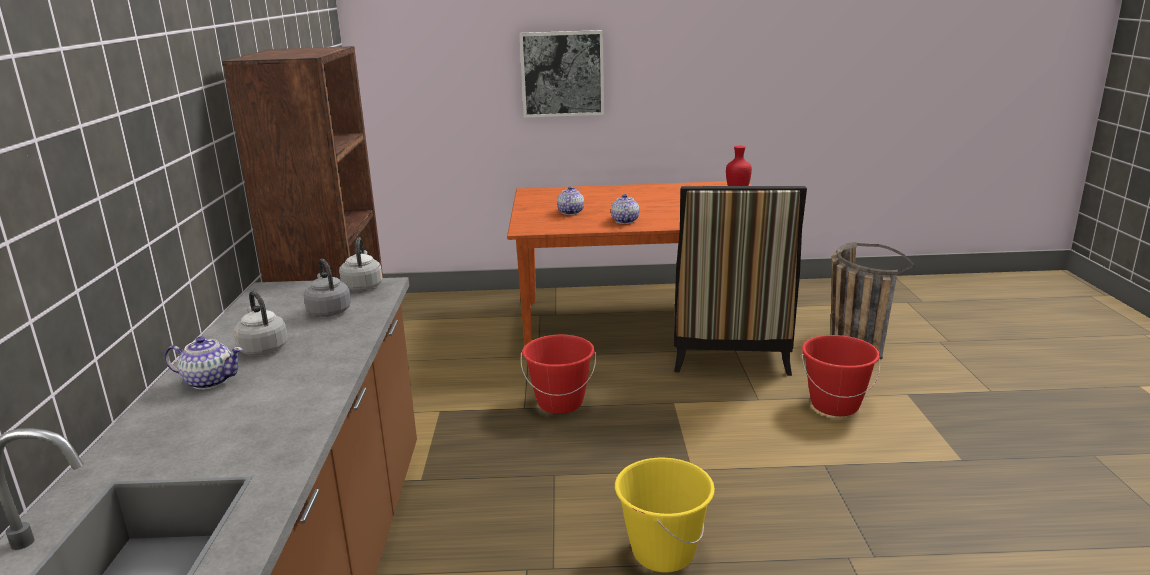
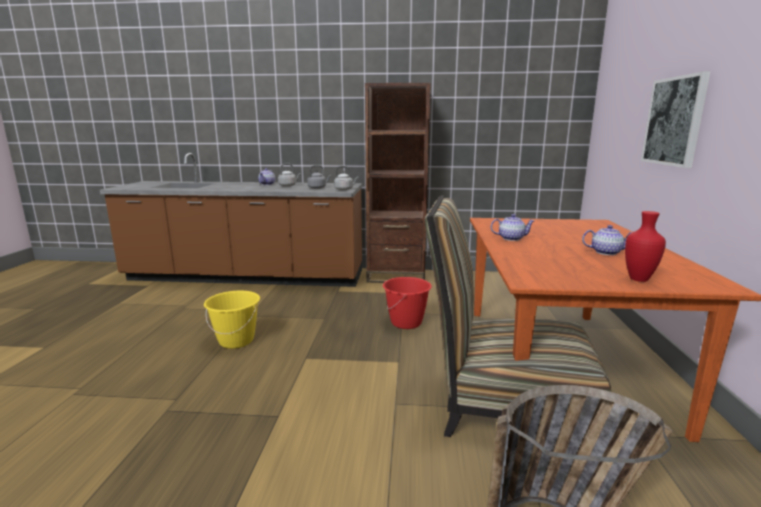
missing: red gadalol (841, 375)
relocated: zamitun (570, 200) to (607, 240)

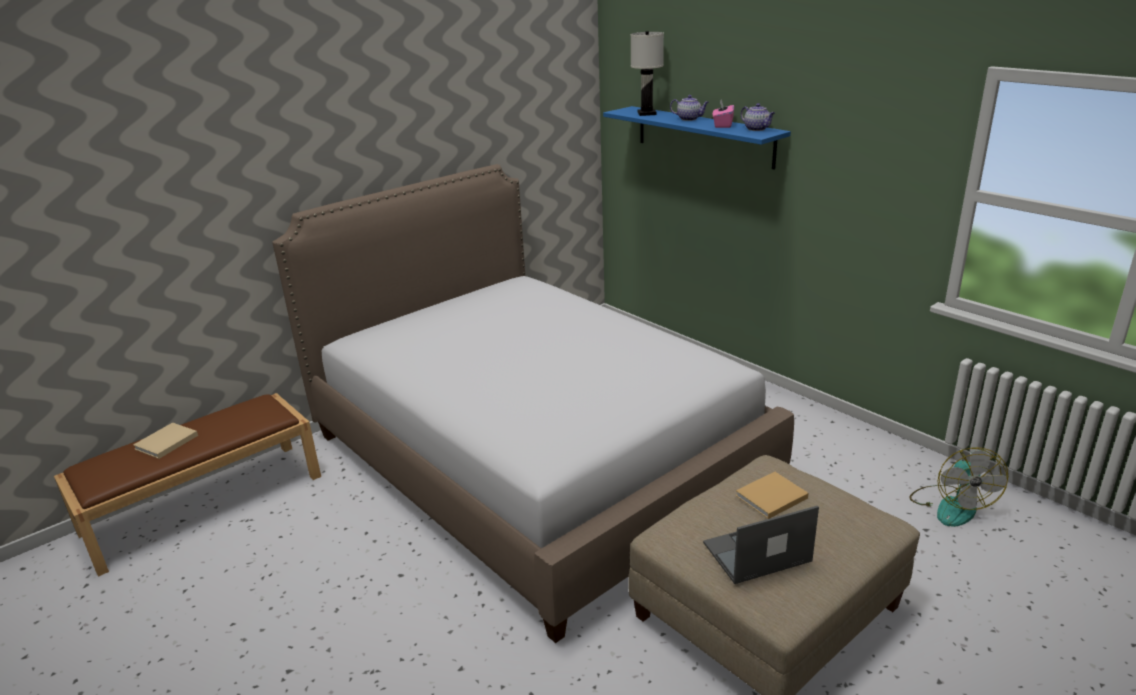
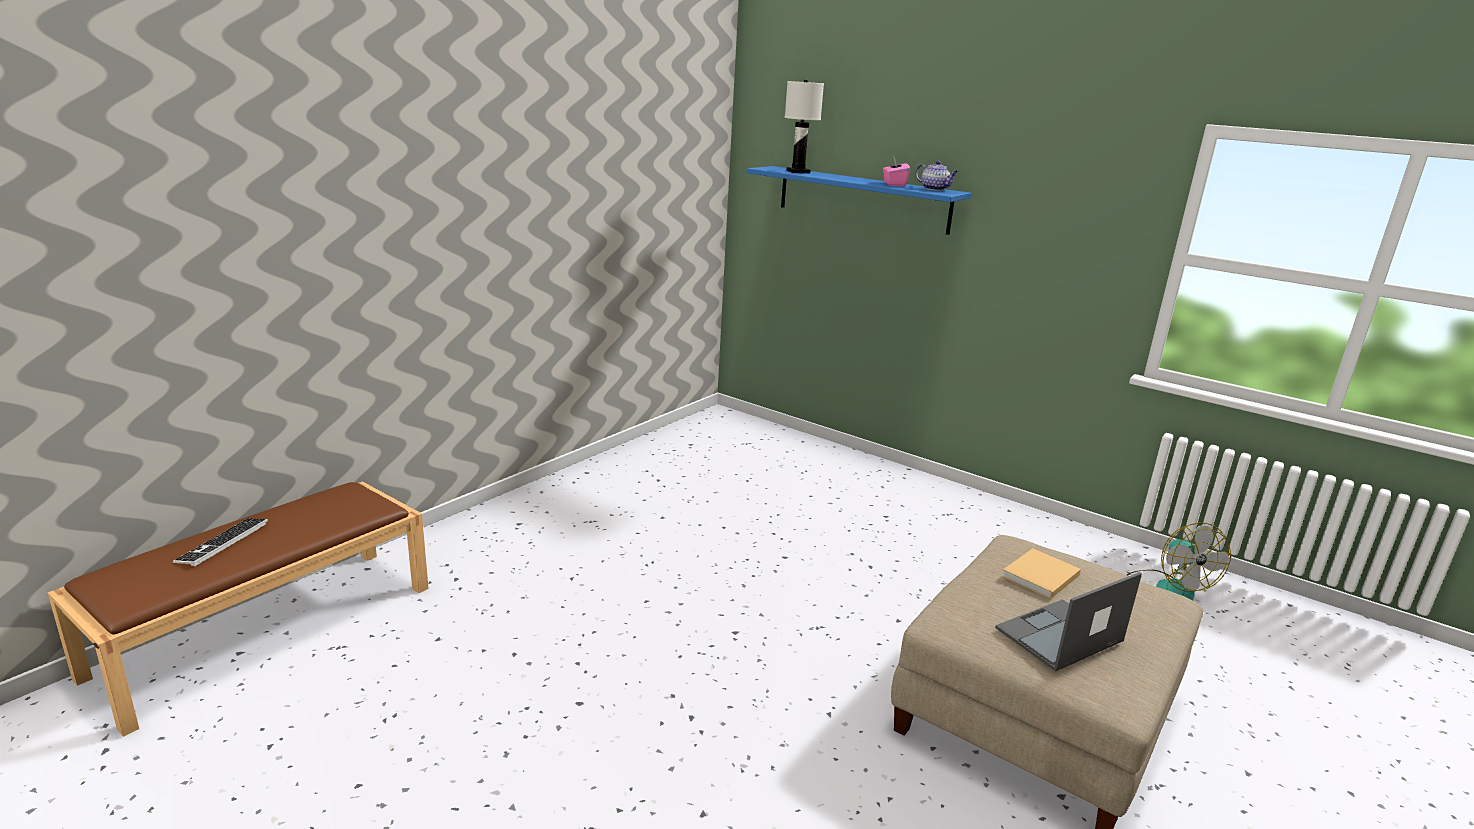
missing: zamitun (689, 108); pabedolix (533, 403)
exchanged: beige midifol (165, 440) to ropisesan (220, 542)

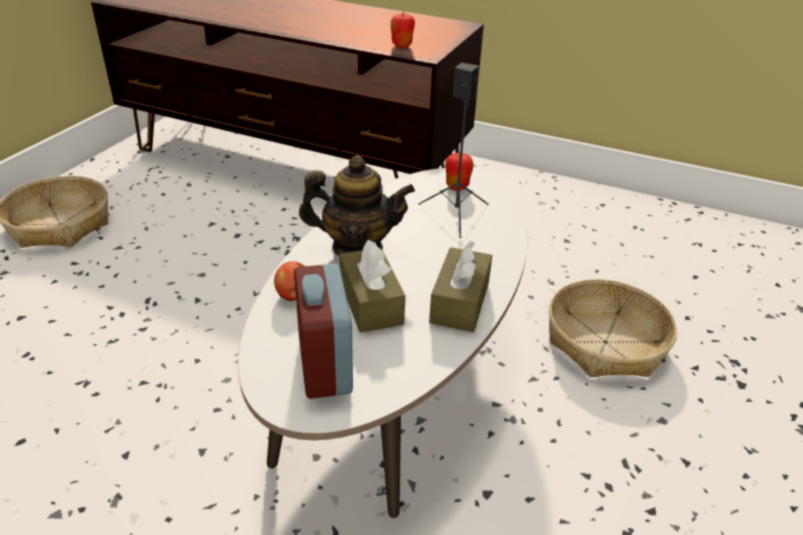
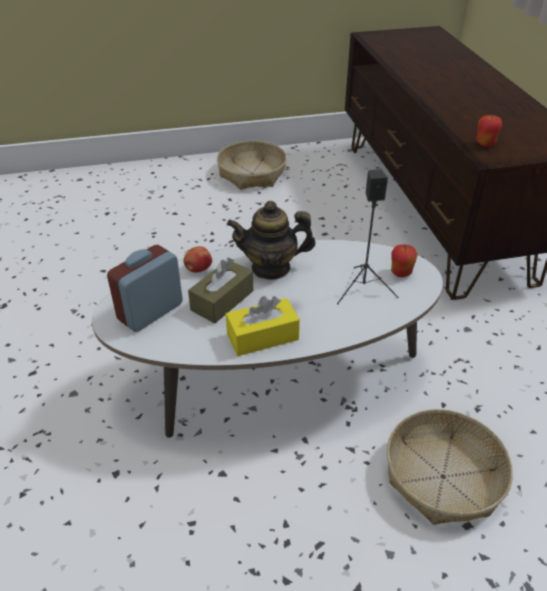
colour: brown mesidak (460, 286) to yellow mesidak (263, 326)
spun: zamitun (357, 205) = (271, 240) 120 degrees clockwise

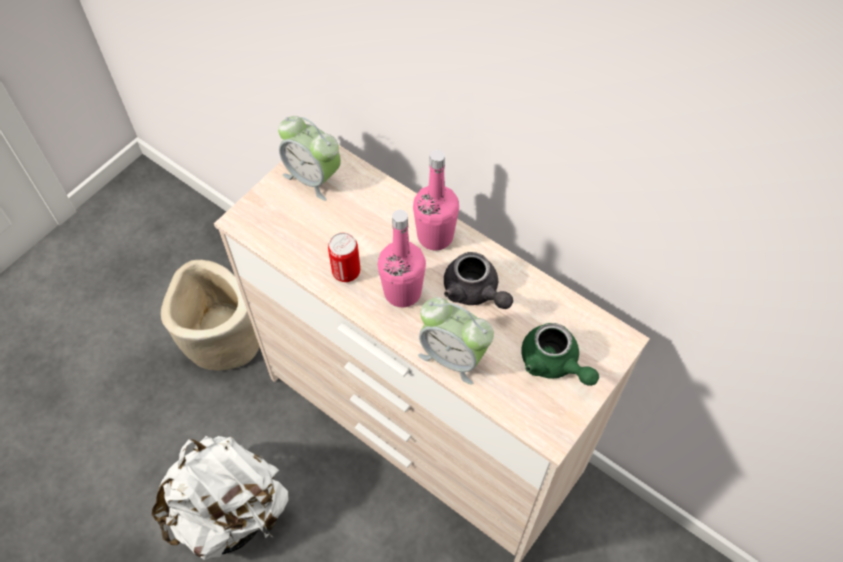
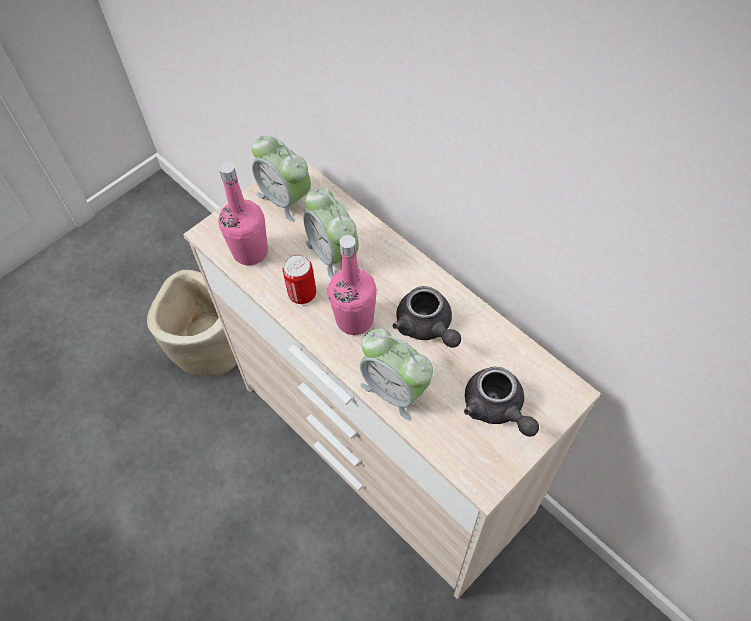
missing: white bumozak (220, 498)
appeared: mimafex (331, 233)
relocated: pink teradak (436, 200) to (243, 213)
colour: green zamitun (560, 354) to grey zamitun (501, 402)

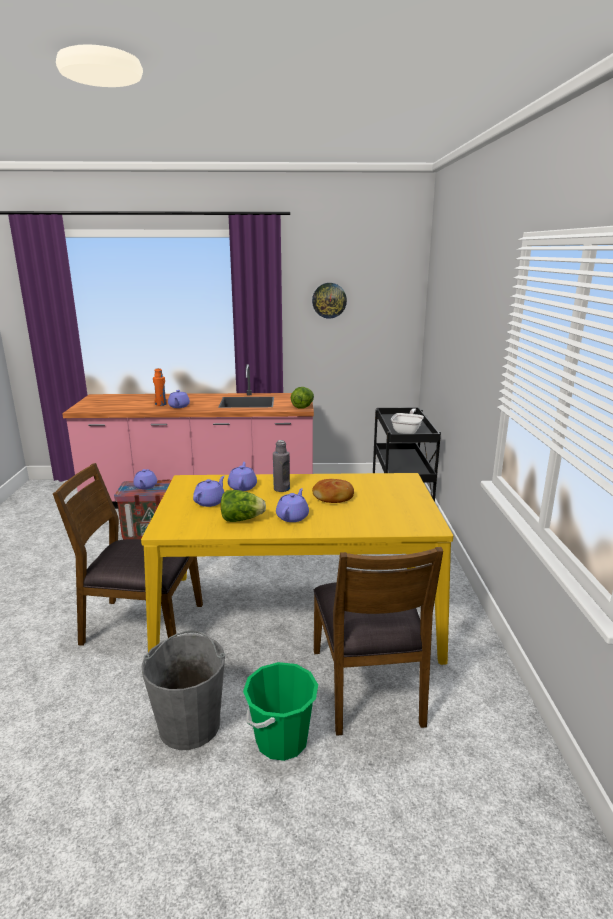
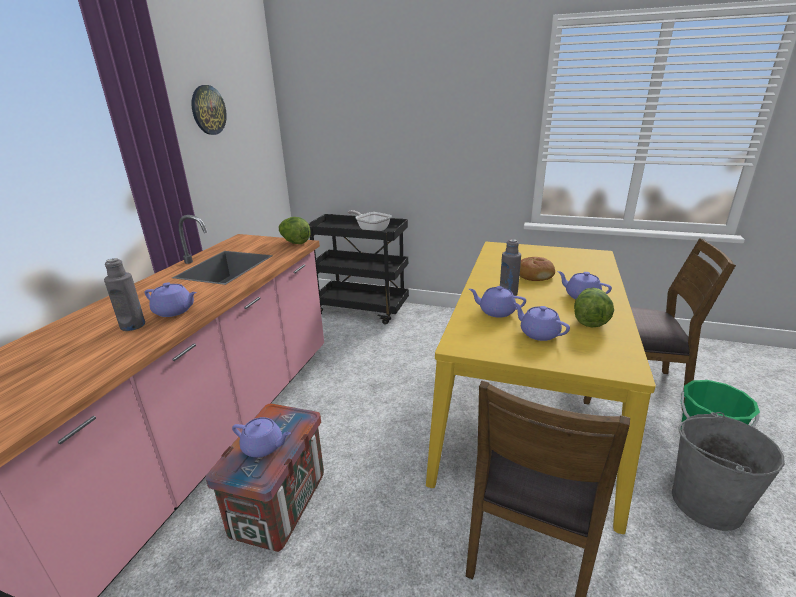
colour: orange teradak (160, 387) to grey teradak (124, 294)

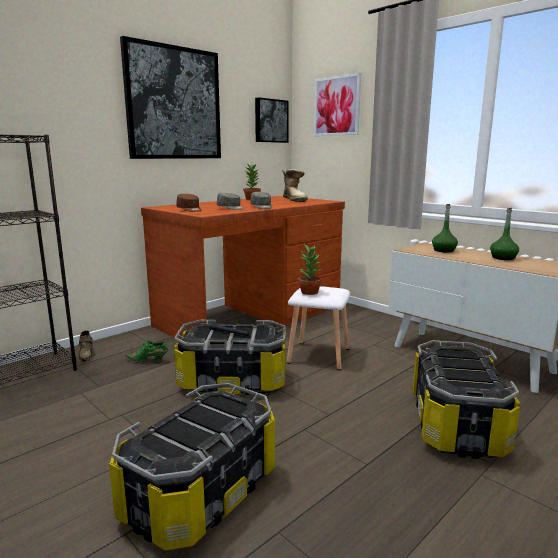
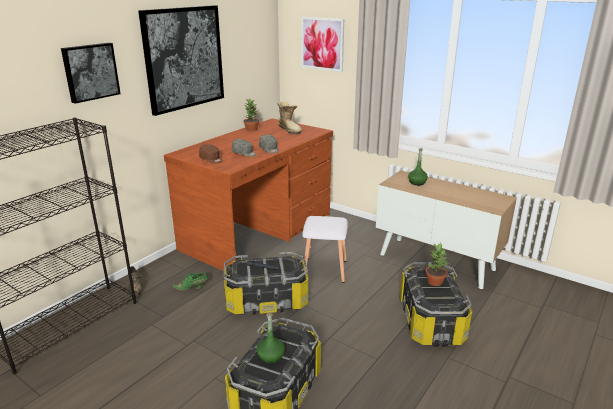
relocated: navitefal (272, 120) to (91, 73); green teradak (504, 234) to (271, 338); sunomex (310, 269) to (436, 264)

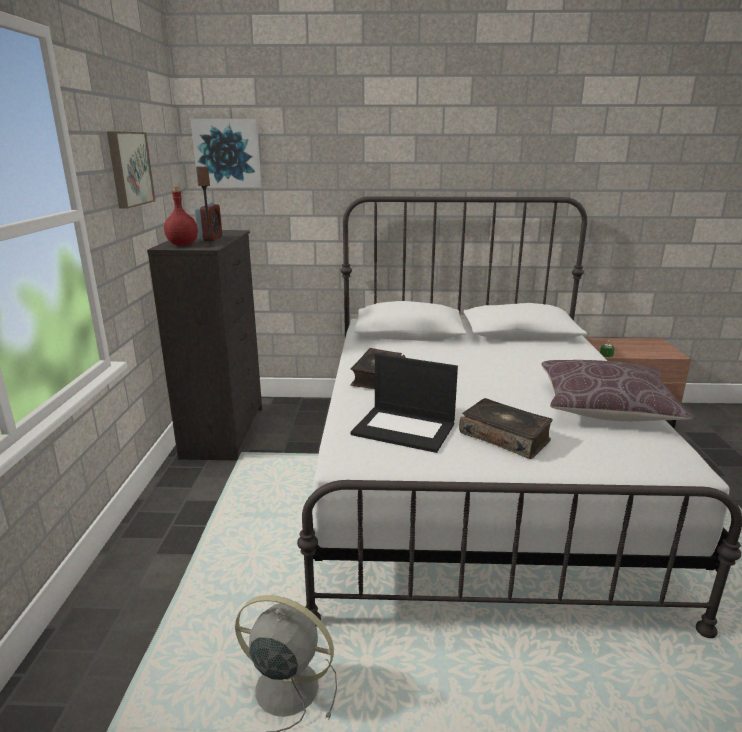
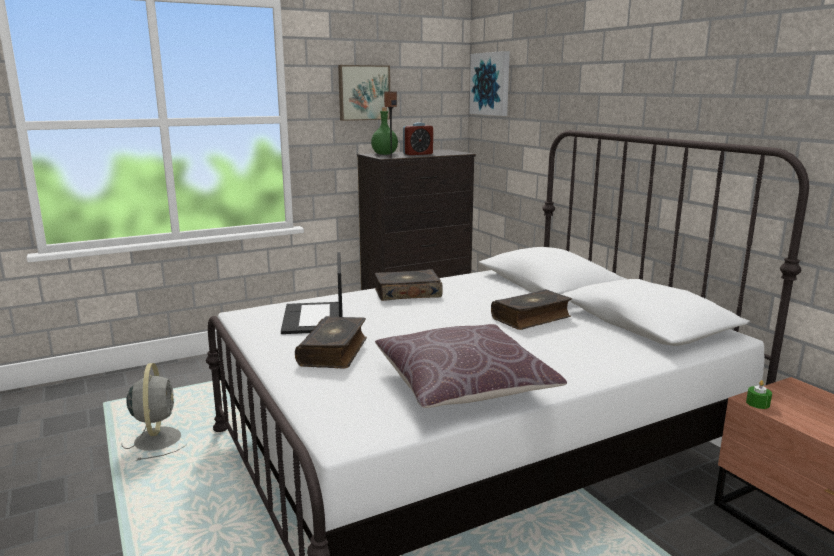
appeared: midifol (531, 309)
colour: red teradak (181, 216) to green teradak (384, 131)

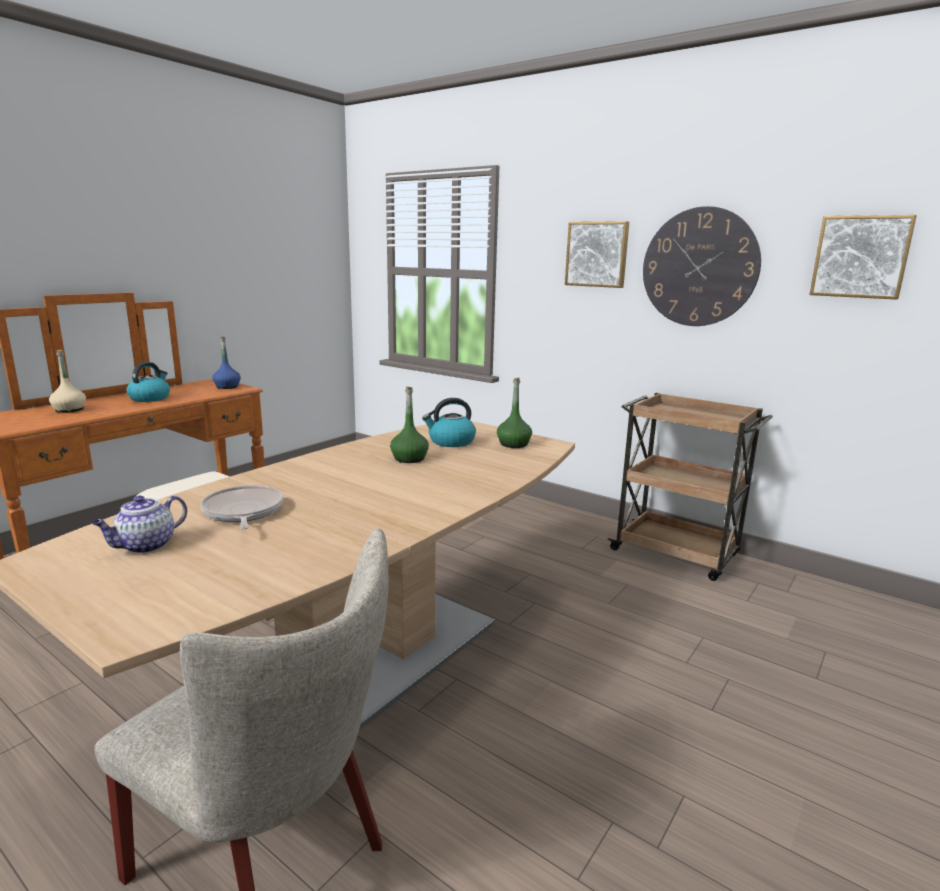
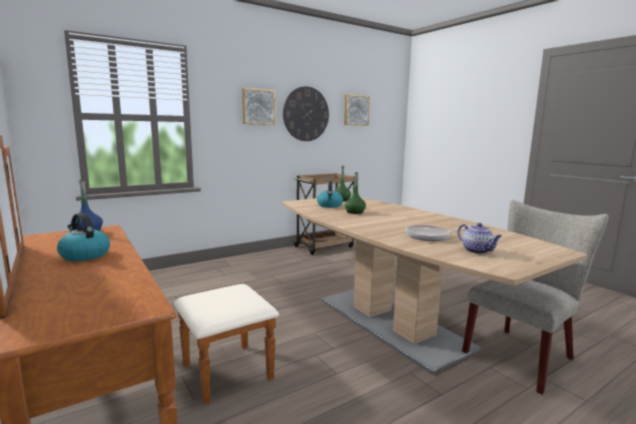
missing: beige teradak (67, 381)

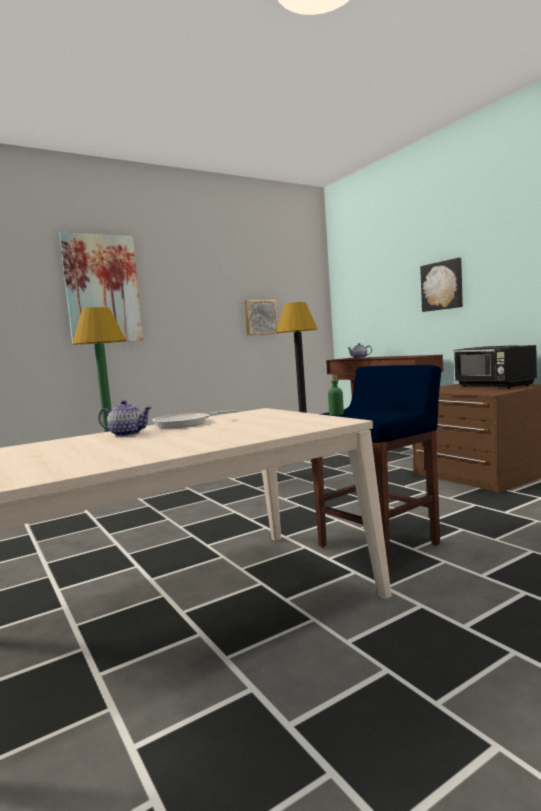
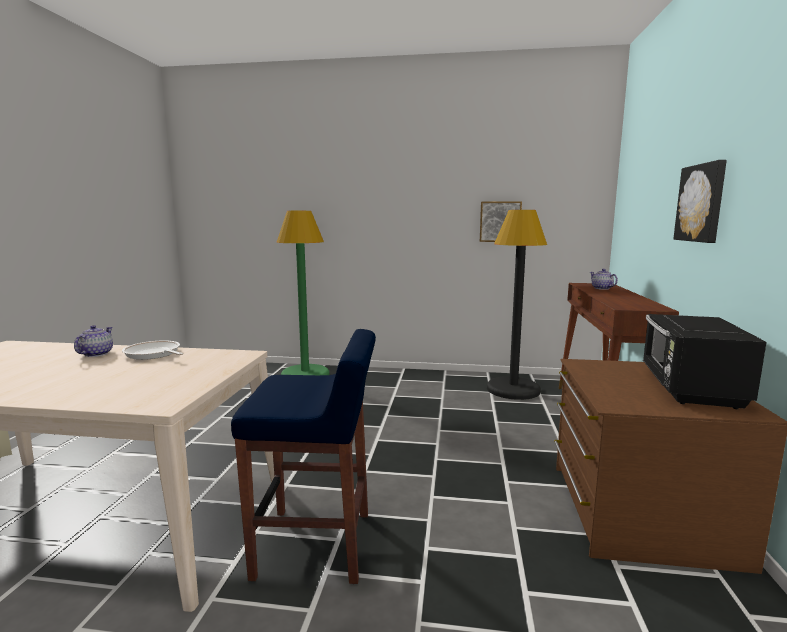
missing: navitefal (101, 288); green teradak (336, 395)
spun: zamitun (125, 418) = (93, 341) 135 degrees counterclockwise

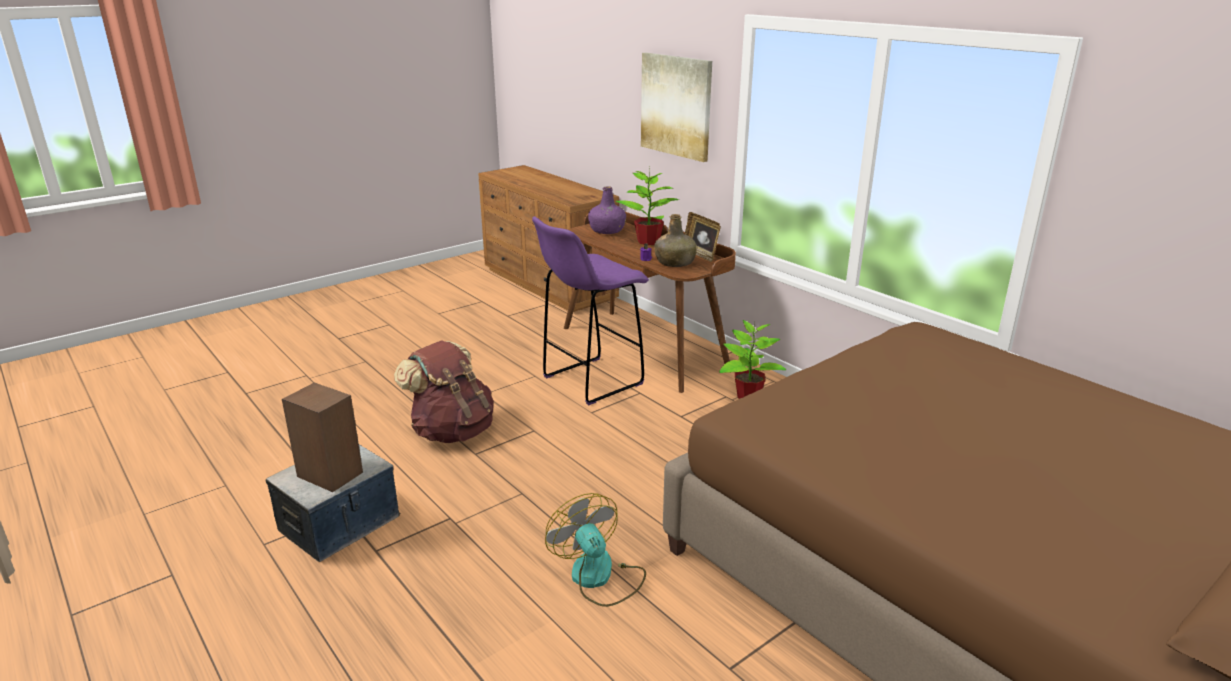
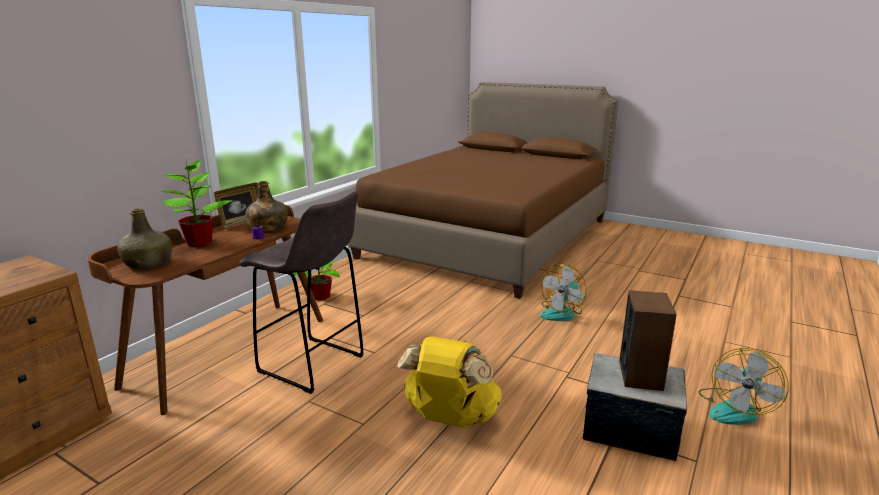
missing: navitefal (676, 107)
appeared: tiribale (743, 386)
colour: purple teradak (607, 210) to green teradak (144, 239); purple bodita (590, 310) to grey bodita (301, 292); brown bumozak (444, 391) to yellow bumozak (449, 382)

